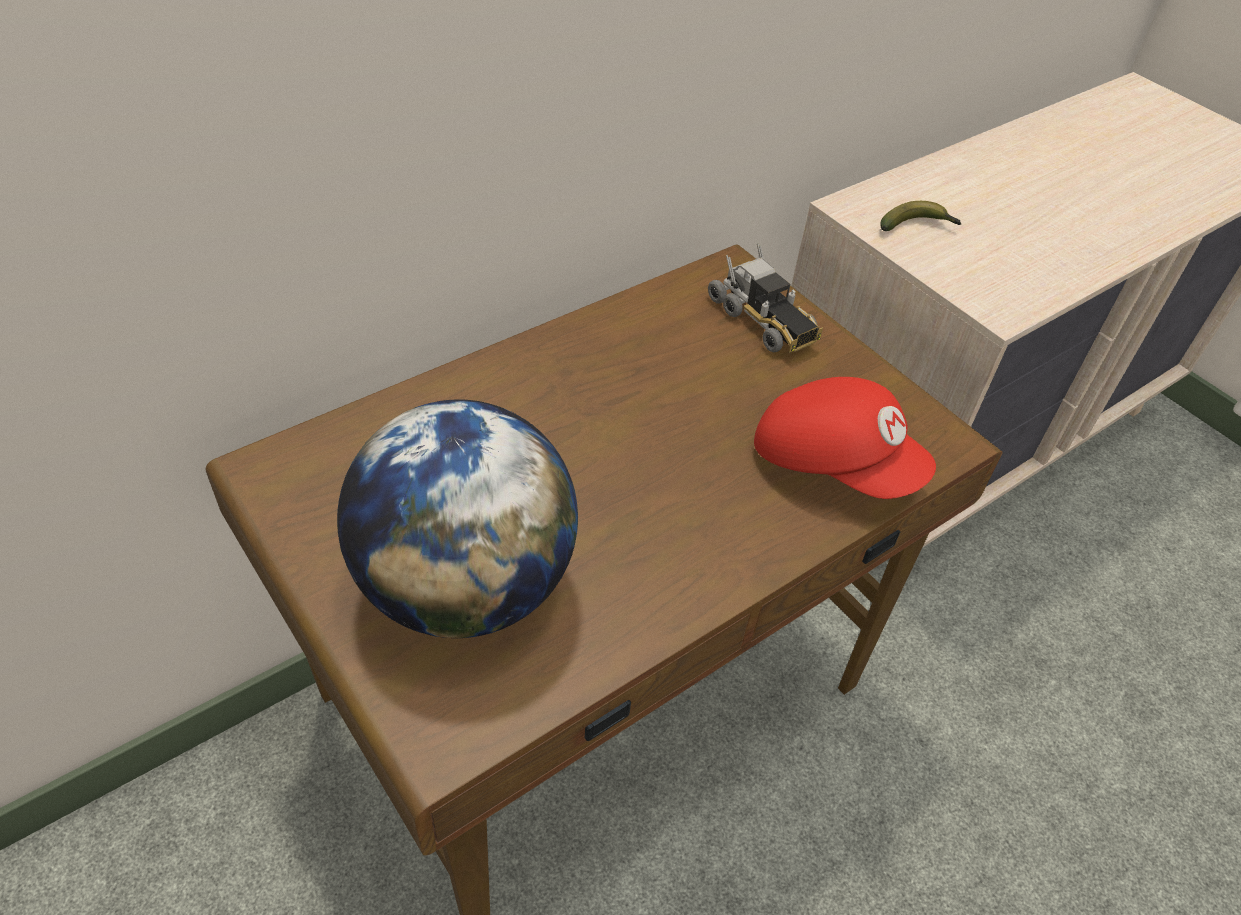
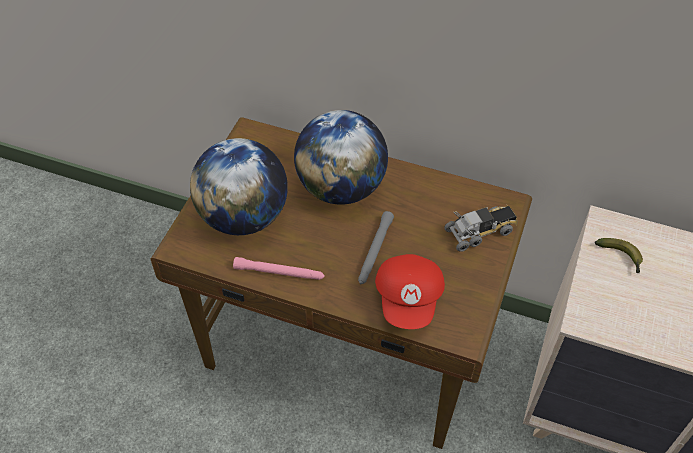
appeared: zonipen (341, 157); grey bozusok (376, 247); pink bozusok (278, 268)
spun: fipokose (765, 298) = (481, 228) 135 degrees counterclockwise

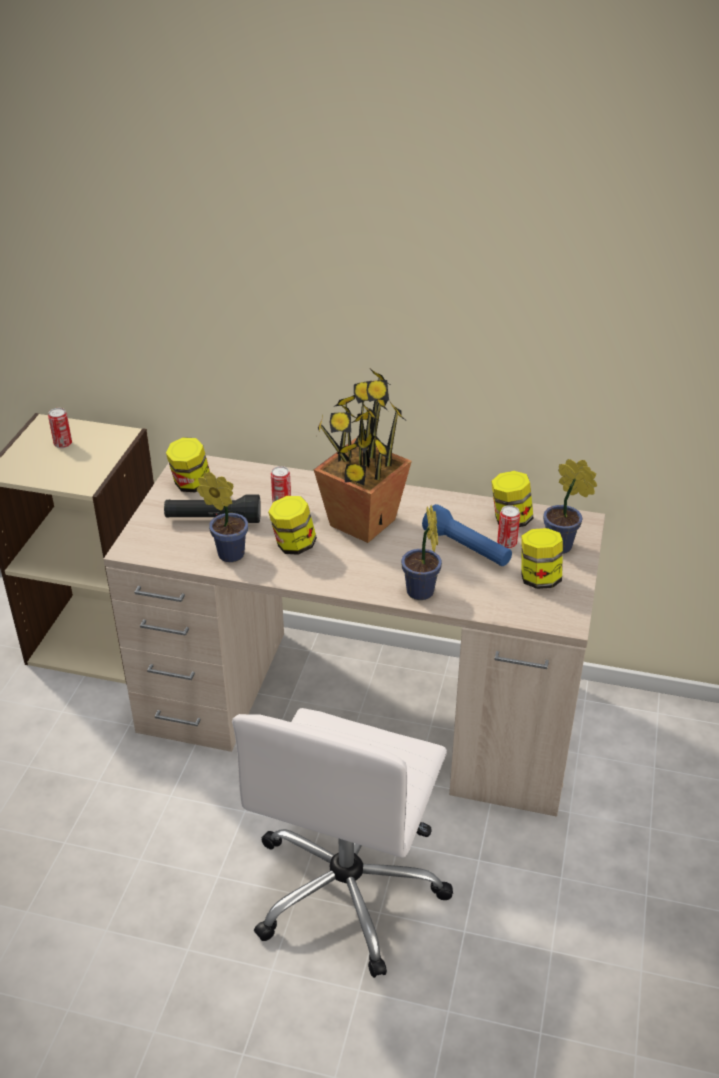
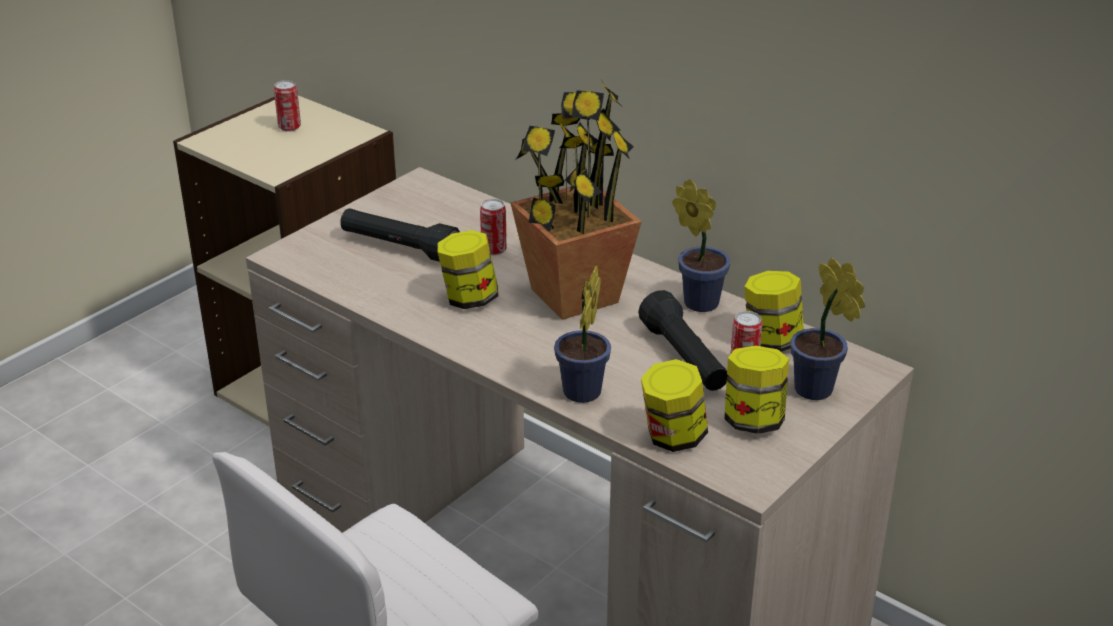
relocated: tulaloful (188, 464) to (674, 405); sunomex (222, 517) to (701, 245)
colour: blue bozusok (467, 535) to black bozusok (683, 340)

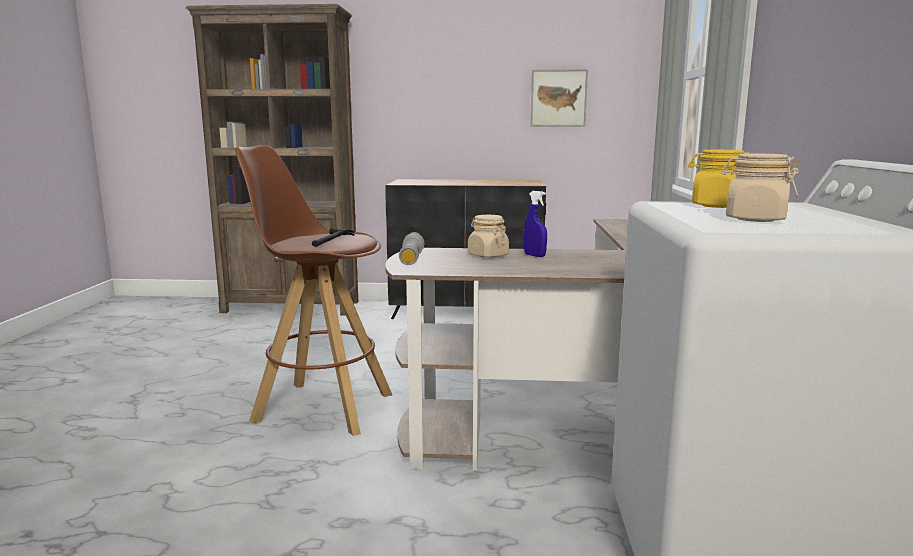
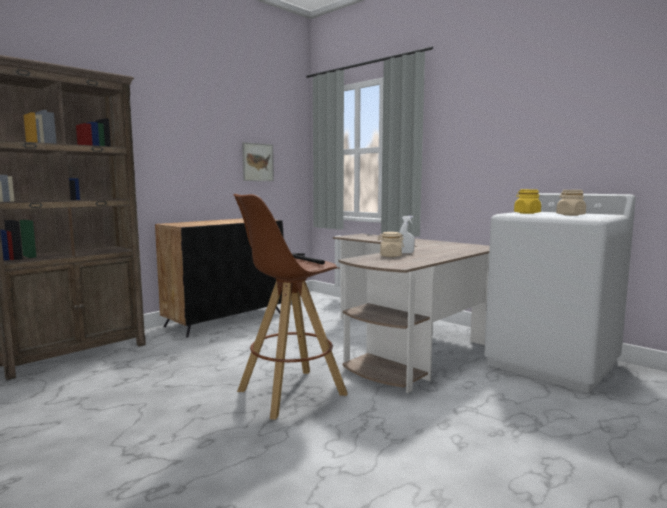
missing: grey bozusok (411, 248)
colour: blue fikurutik (535, 224) to white fikurutik (407, 234)

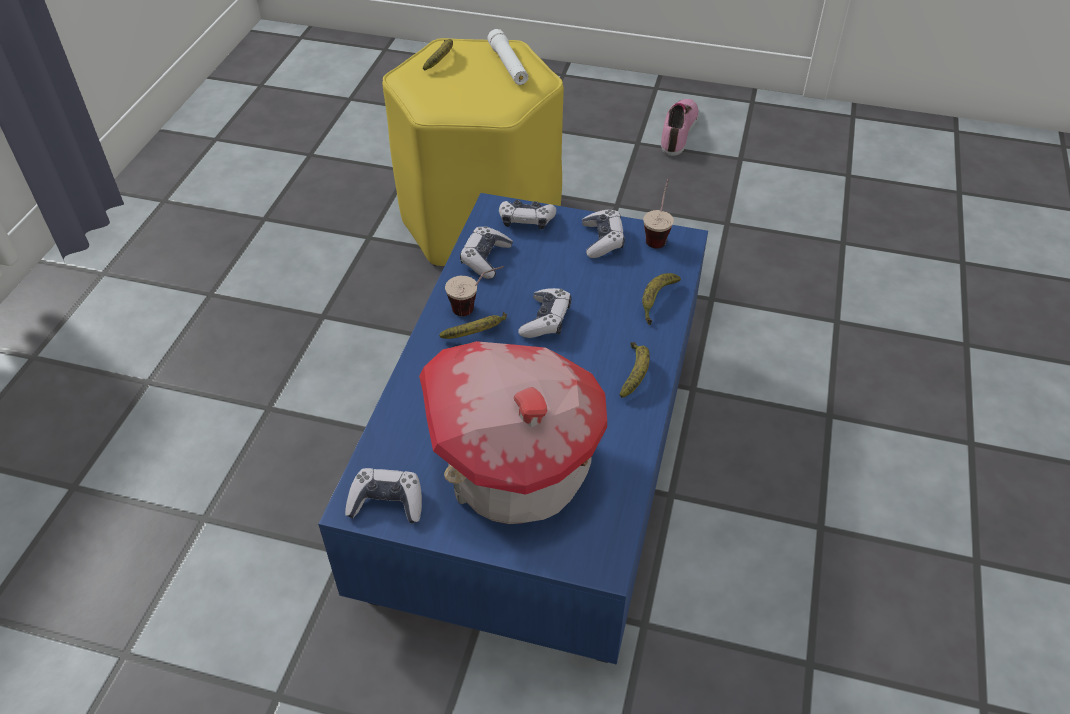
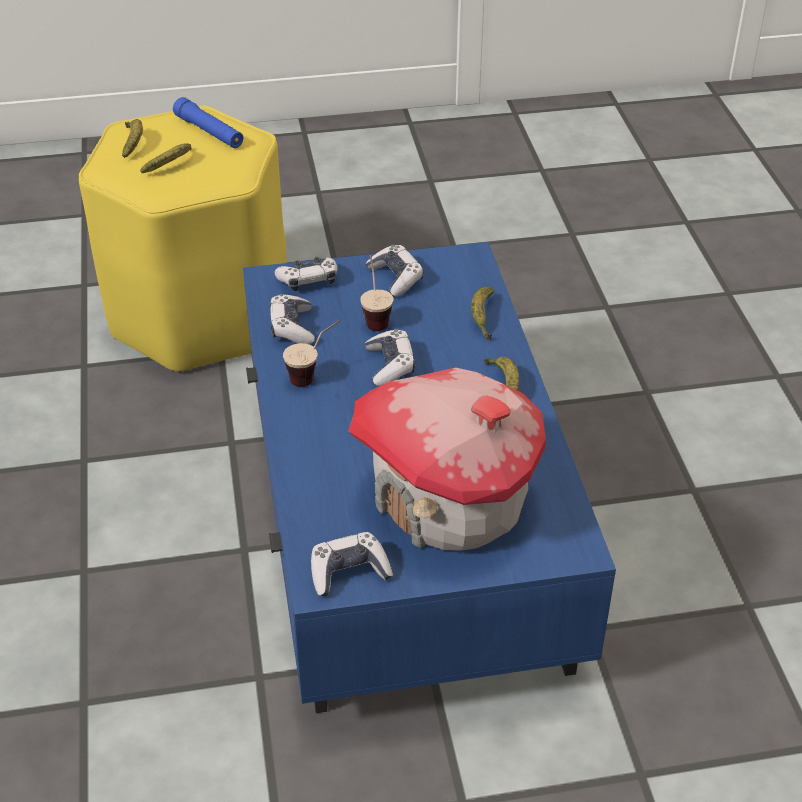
missing: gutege (680, 127)
relocated: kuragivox (658, 213) to (376, 293); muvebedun (473, 325) to (165, 158)
colour: white bozusok (508, 57) to blue bozusok (208, 122)

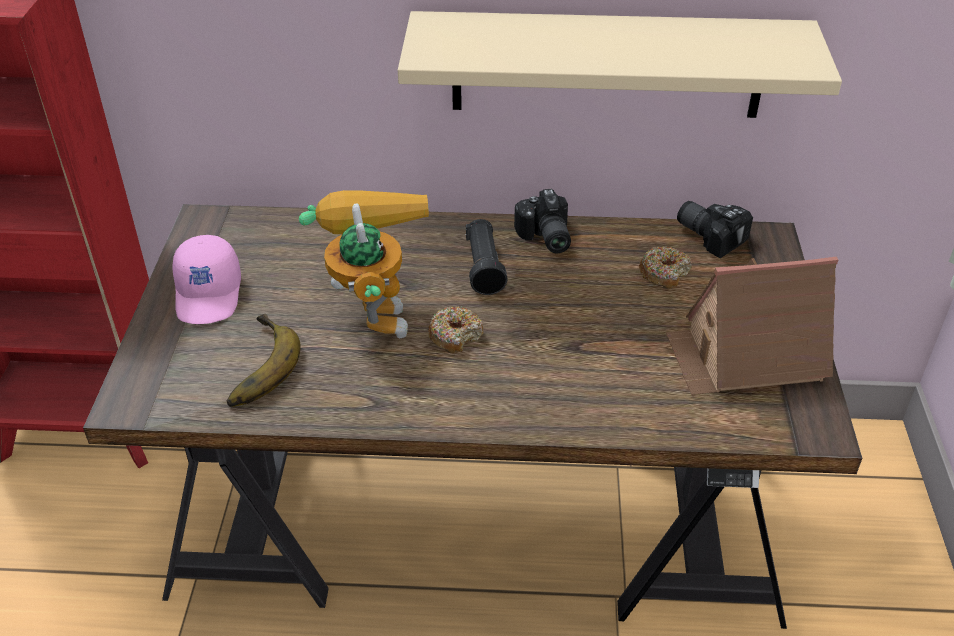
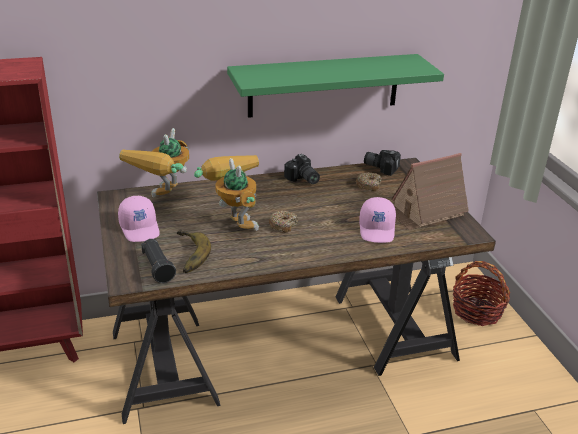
appeared: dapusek (154, 162); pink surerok (377, 220); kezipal (481, 293)
relocated: black bozusok (486, 257) to (158, 261)
colour: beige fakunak (620, 64) to green fakunak (335, 86)

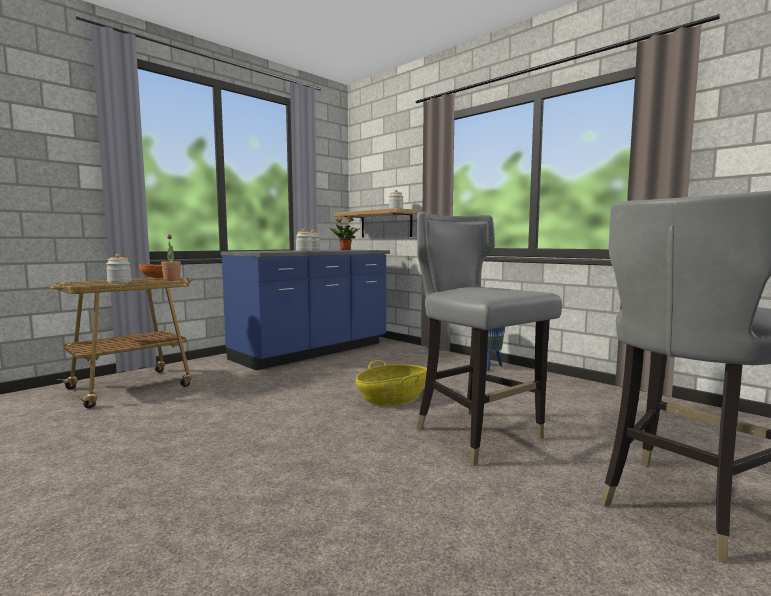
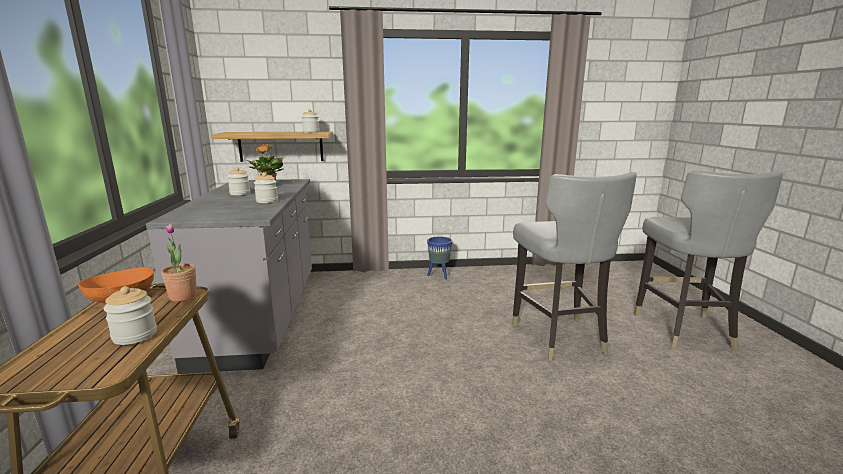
missing: kezipal (391, 383)
colour: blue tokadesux (305, 310) to grey tokadesux (229, 276)
spun: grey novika (489, 339) = (574, 266) 105 degrees counterclockwise

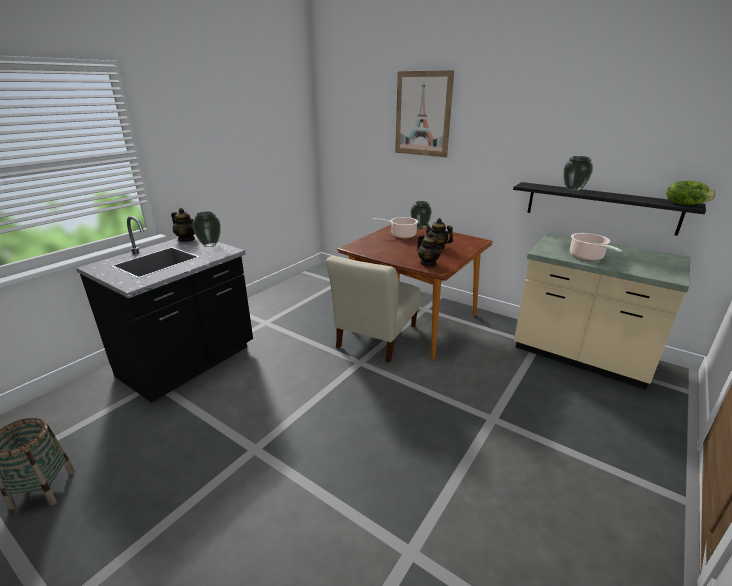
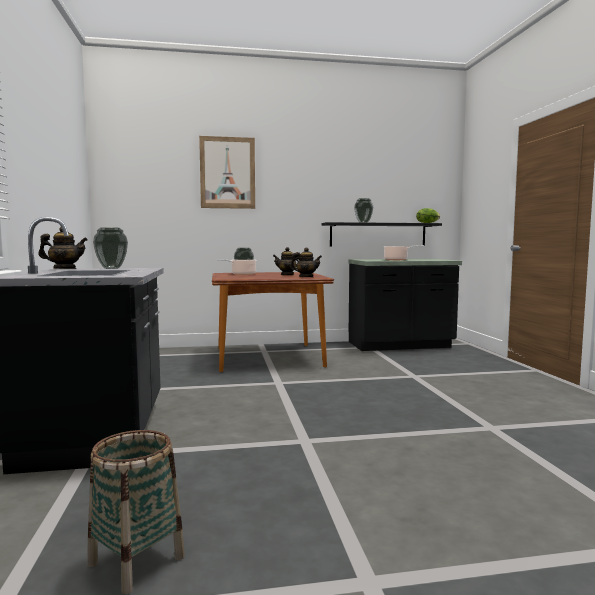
missing: beige novika (373, 309)
colour: beige tokadesux (602, 311) to black tokadesux (405, 305)

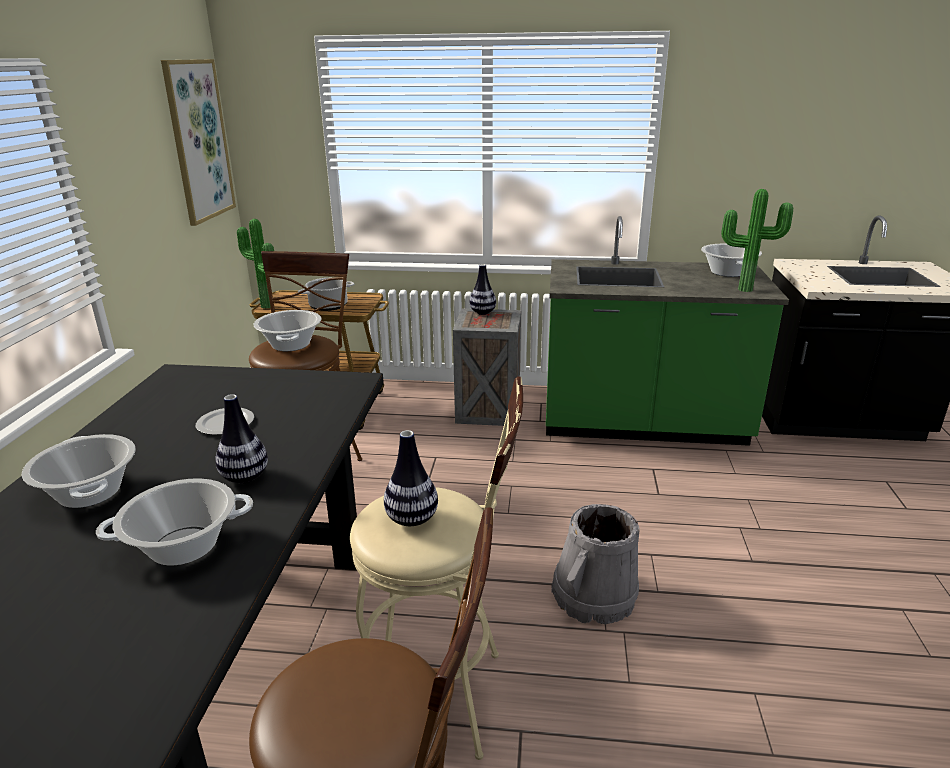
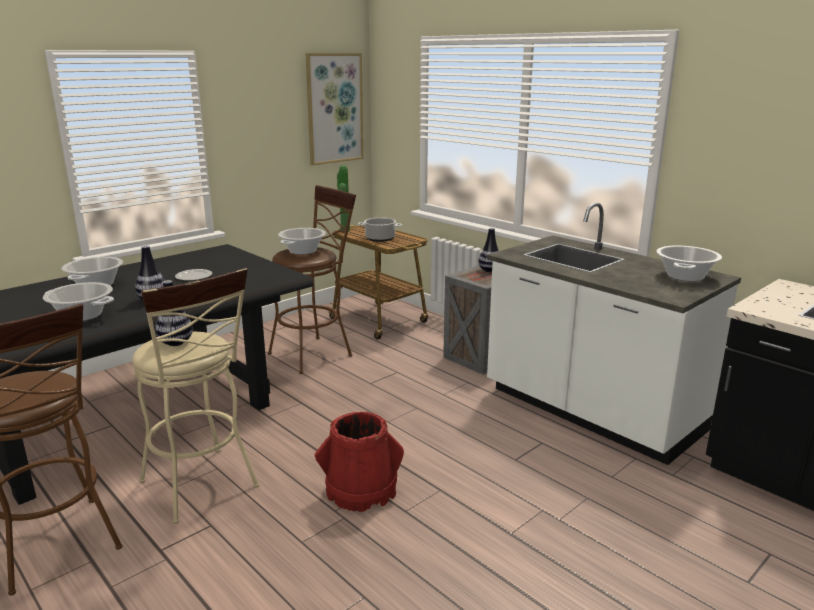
missing: sunomex (757, 240)
colour: green tokadesux (667, 331) to white tokadesux (614, 333); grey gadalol (595, 564) to red gadalol (359, 462)

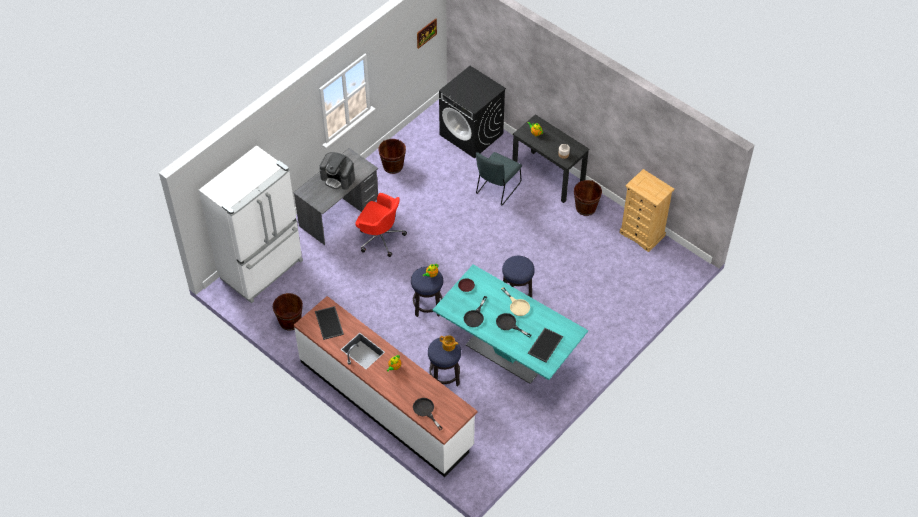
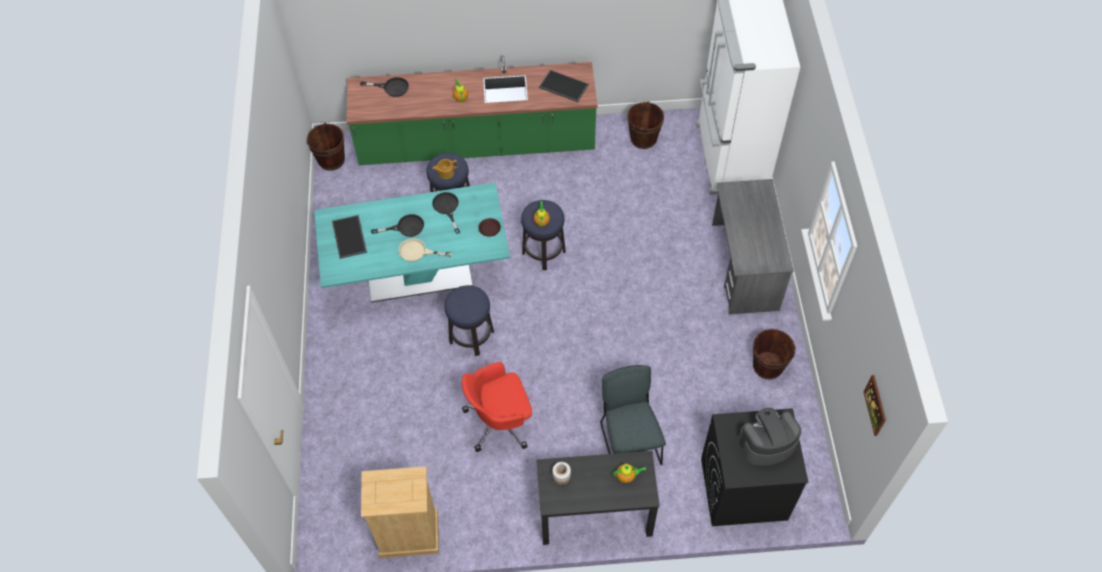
relocated: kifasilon (337, 171) to (769, 437); brown gadalol (588, 198) to (326, 147); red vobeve (381, 225) to (497, 407)
colour: white tokadesux (385, 386) to green tokadesux (472, 110)

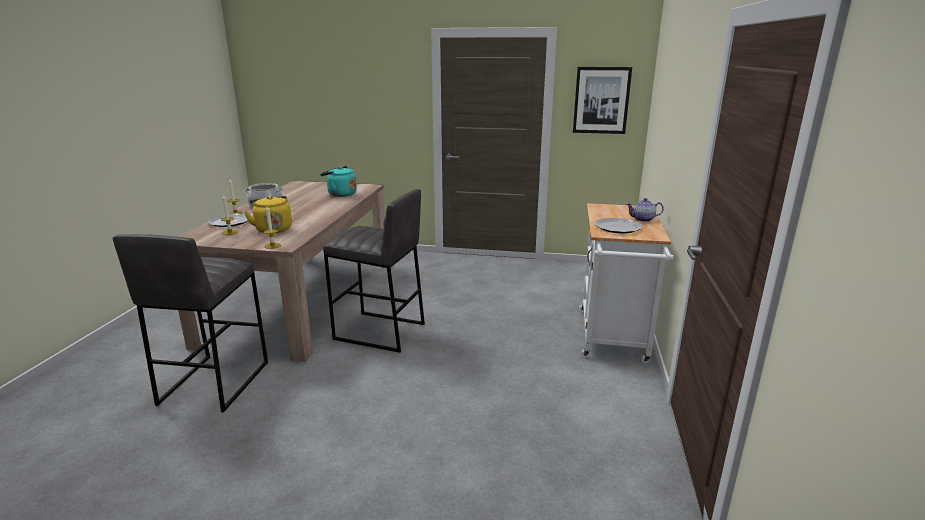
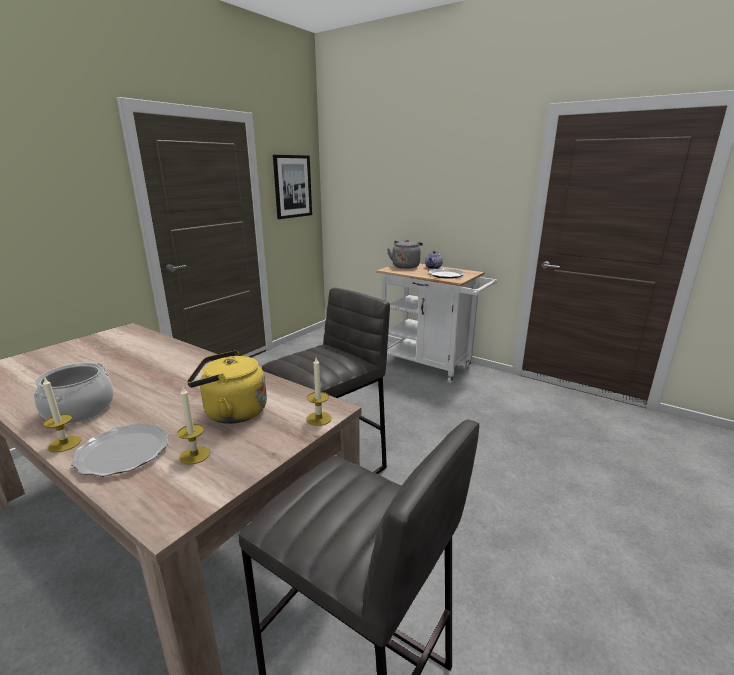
missing: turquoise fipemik (338, 181)
appeared: grey fipemik (405, 254)

